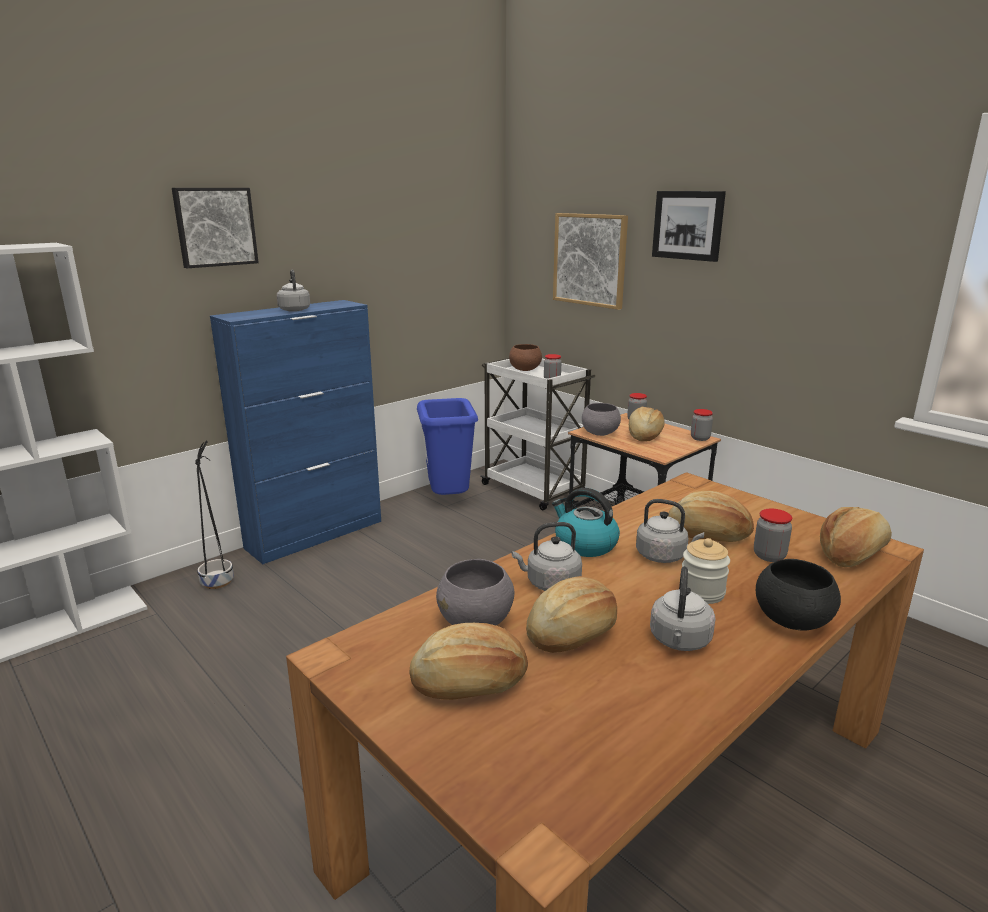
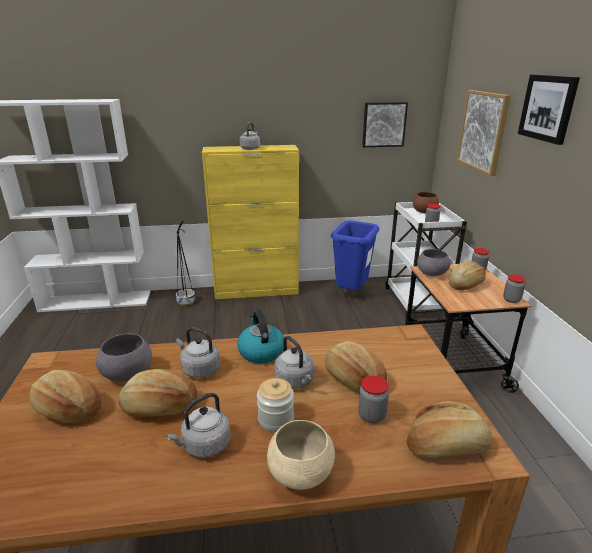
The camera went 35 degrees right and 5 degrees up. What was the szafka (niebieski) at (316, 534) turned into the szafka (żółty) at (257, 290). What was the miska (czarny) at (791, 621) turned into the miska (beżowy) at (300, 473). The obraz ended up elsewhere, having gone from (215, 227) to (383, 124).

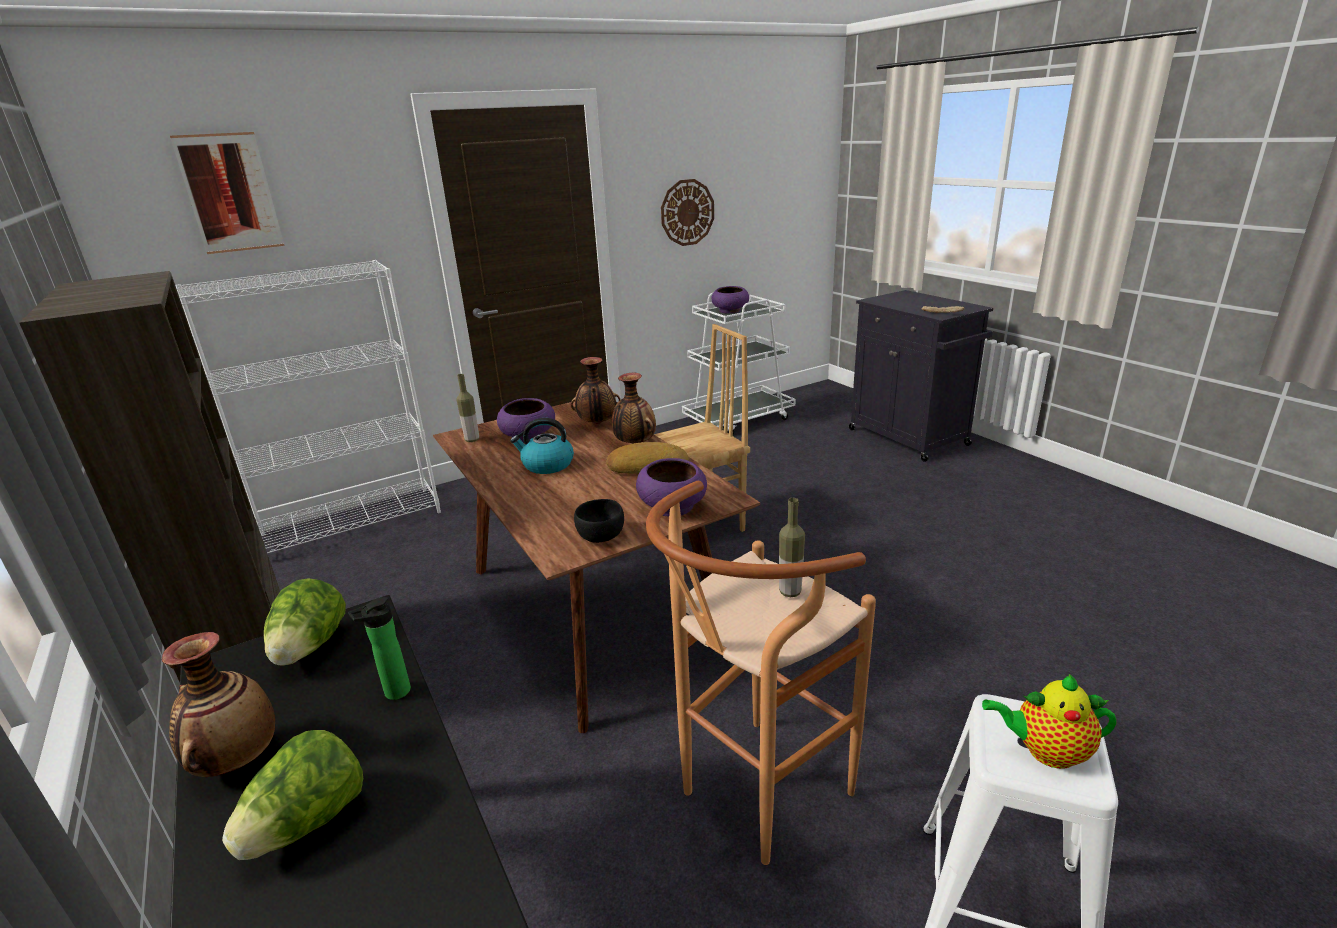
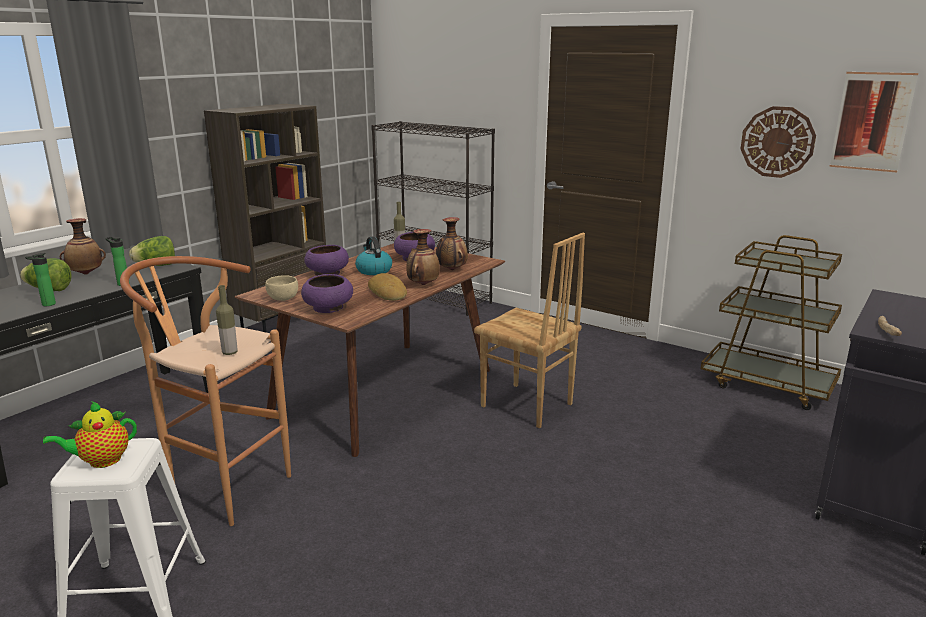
The camera went 65 degrees right and 5 degrees down. The second view gained the butelka at (46, 305). The imbryk at (1045, 751) ended up facing another way, 105 degrees counterclockwise from before. What was the miska (czarny) at (601, 536) turned into the miska (beżowy) at (283, 298). The miska (fioletowy) ended up elsewhere, having gone from (730, 311) to (327, 273). What was the regał (biały) at (353, 522) turned into the regał (czarny) at (435, 298). What was the wózek (biały) at (739, 419) turned into the wózek (brązowy) at (767, 385). The obraz ended up elsewhere, having gone from (230, 193) to (872, 121).

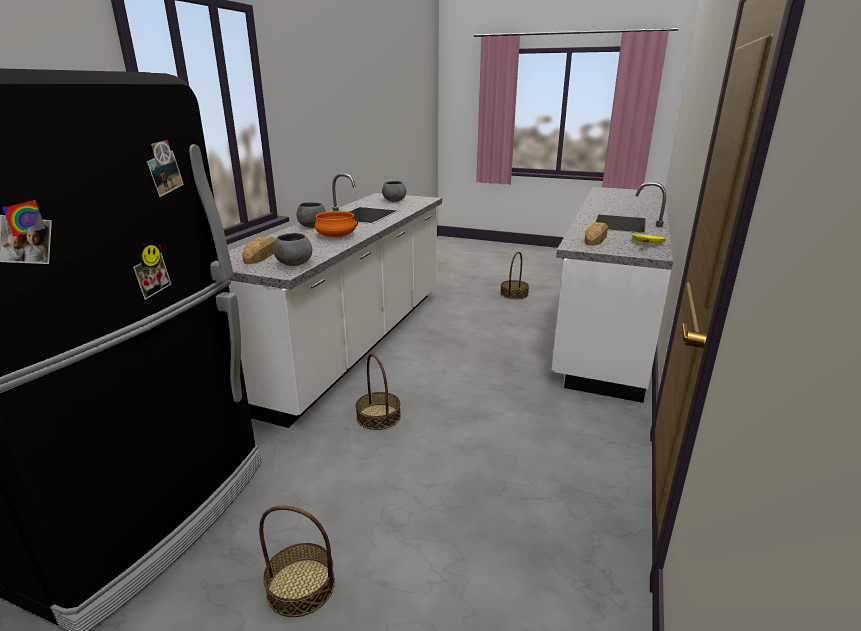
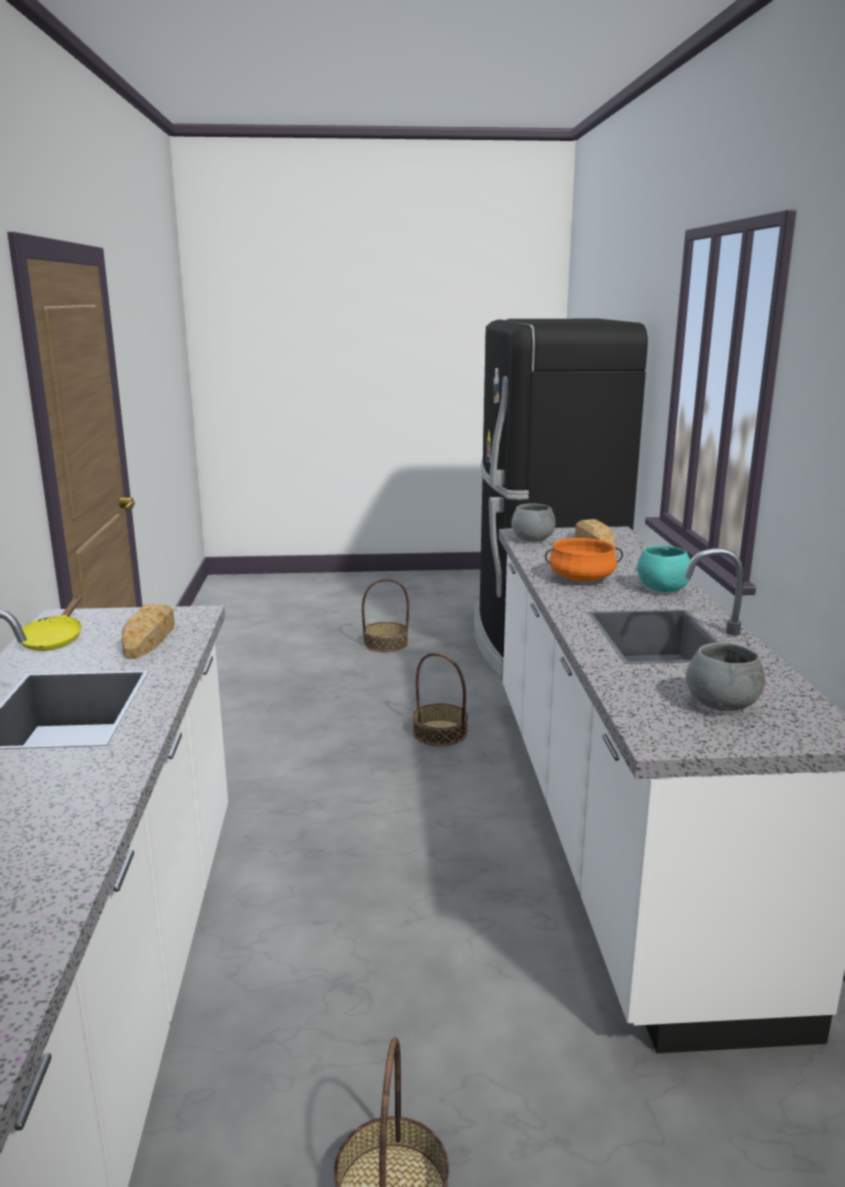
The camera went 155 degrees right and 5 degrees down. What was the miska (szary) at (312, 226) turned into the miska (turkusowy) at (662, 589).

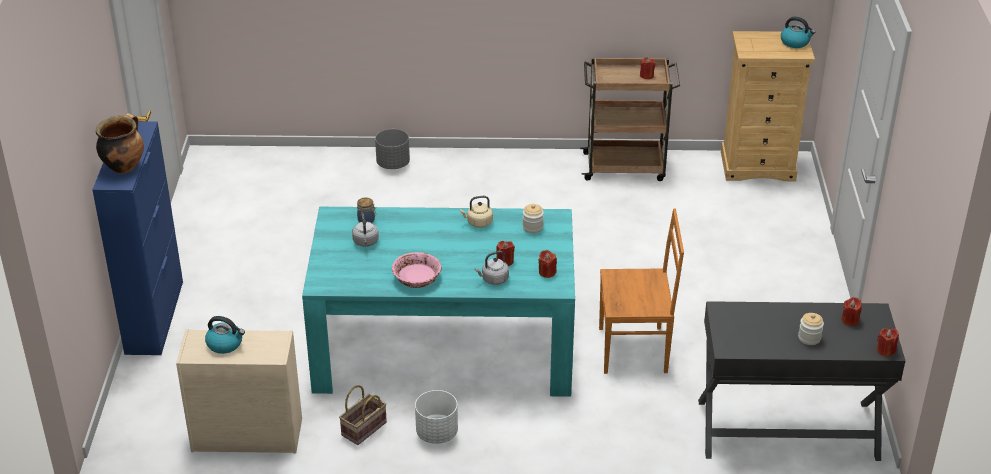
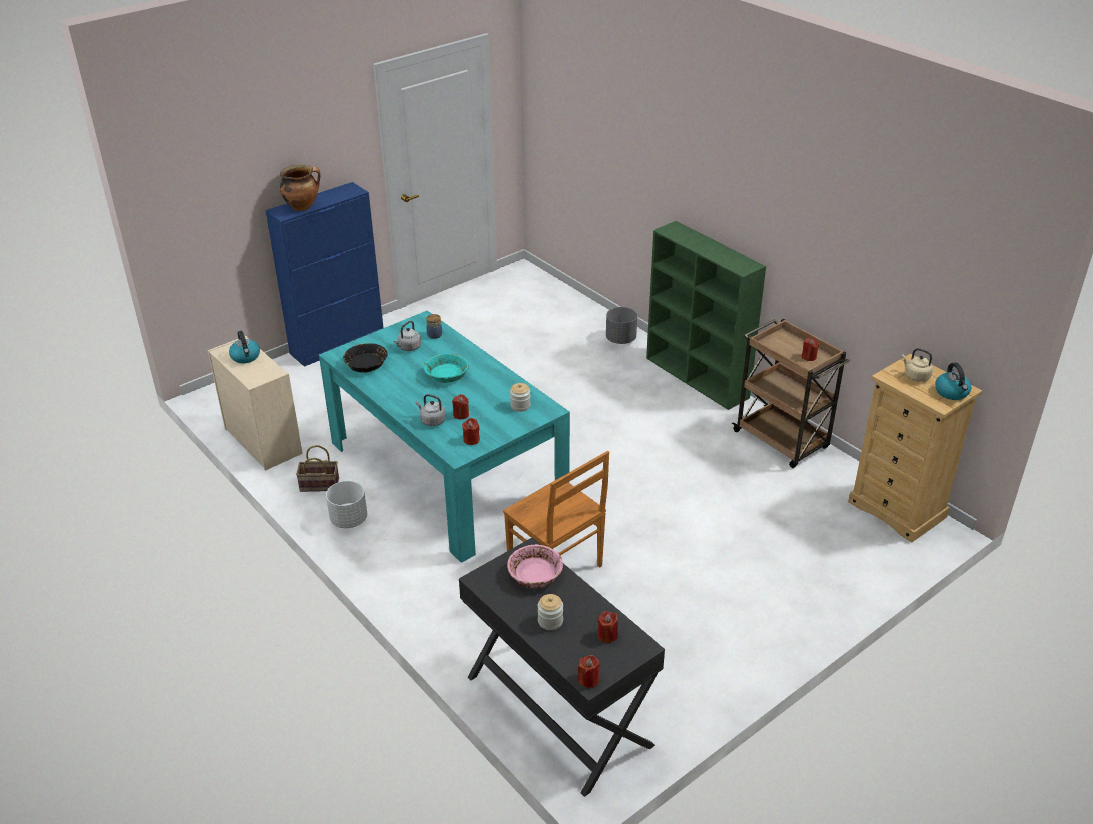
The camera went 50 degrees right and 0 degrees up. The second view gained the miska (czarny) at (366, 365). The second view gained the miska (turkusowy) at (447, 375). The miska (różowy) ended up elsewhere, having gone from (417, 278) to (535, 575). The second view gained the regał (zielony) at (697, 378). The czajnik (beżowy) ended up elsewhere, having gone from (478, 223) to (915, 376).

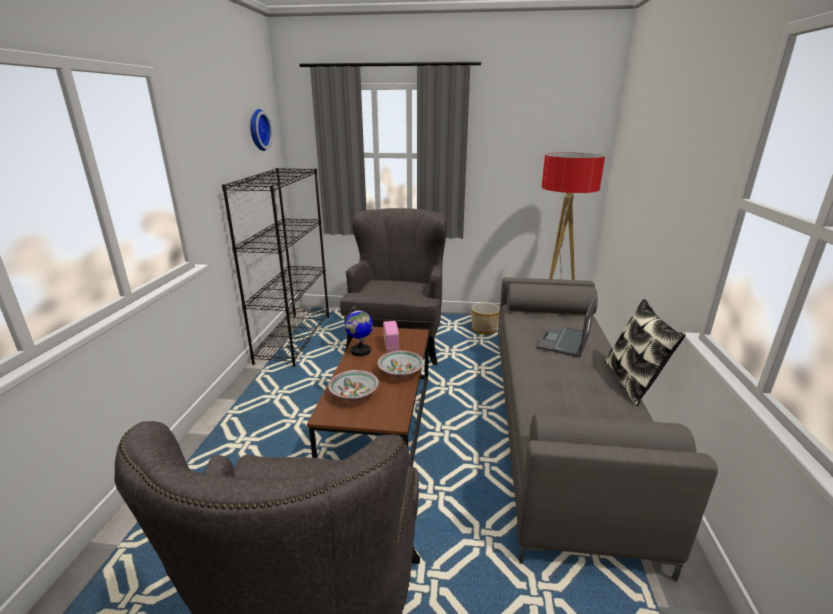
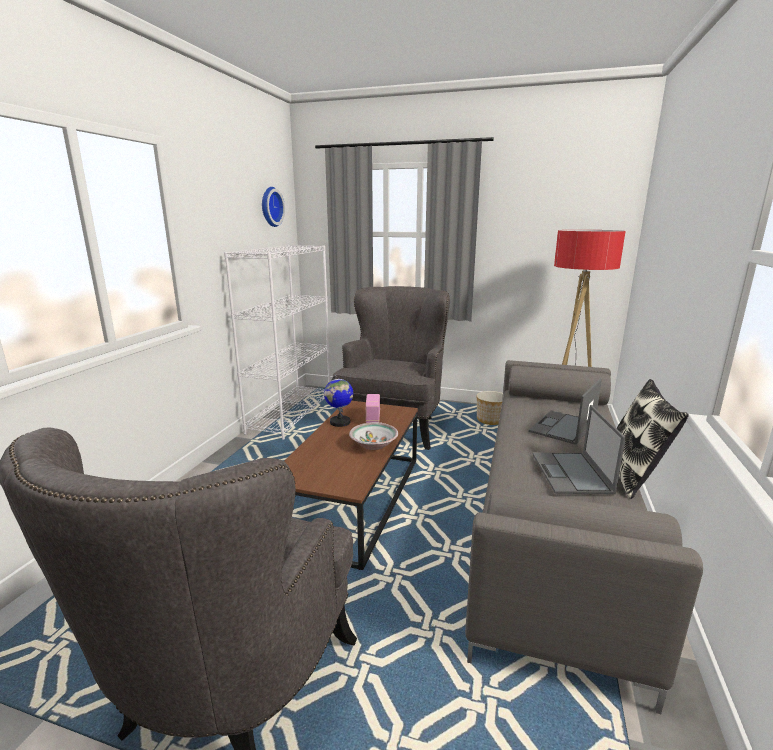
The camera went 10 degrees right and 5 degrees down. What was the regał (czarny) at (294, 338) turned into the regał (biały) at (291, 414). The second view gained the laptop at (571, 473). The second view lost the miska at (354, 395).

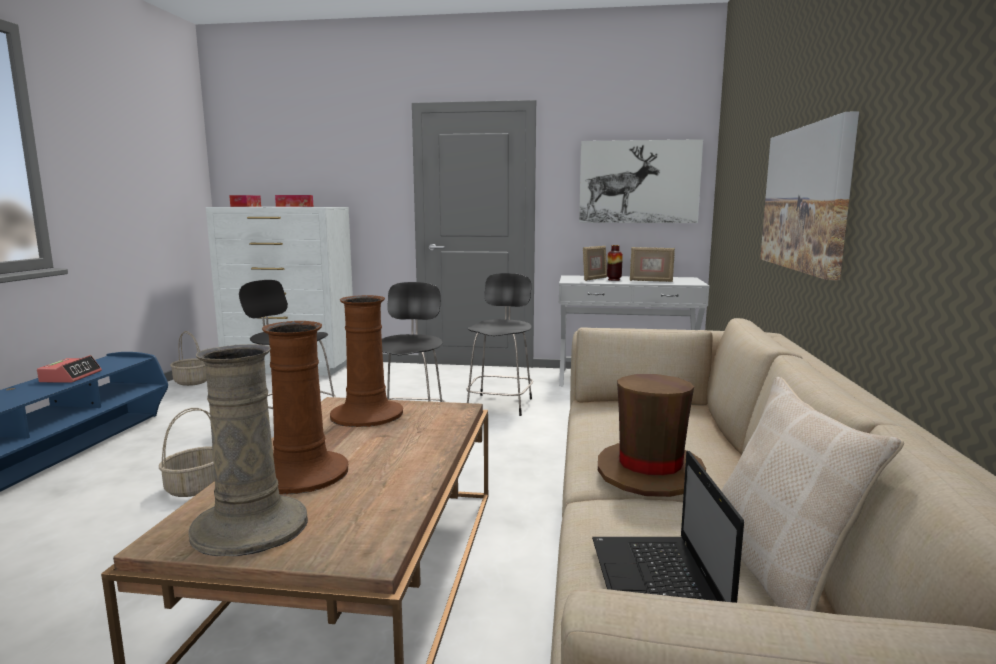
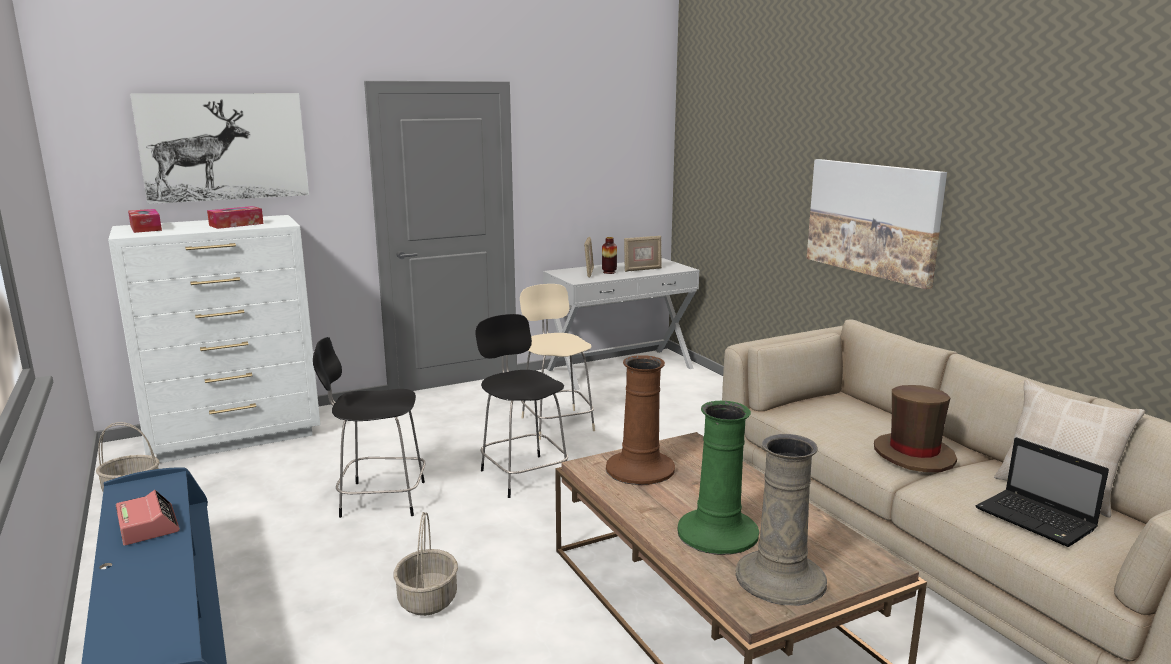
The camera went 35 degrees left and 5 degrees up. The obraz ended up elsewhere, having gone from (639, 182) to (224, 147). What was the stołek (czarny) at (500, 404) turned into the stołek (beżowy) at (556, 423). What was the wazon (brązowy) at (301, 474) turned into the wazon (zielony) at (716, 532).

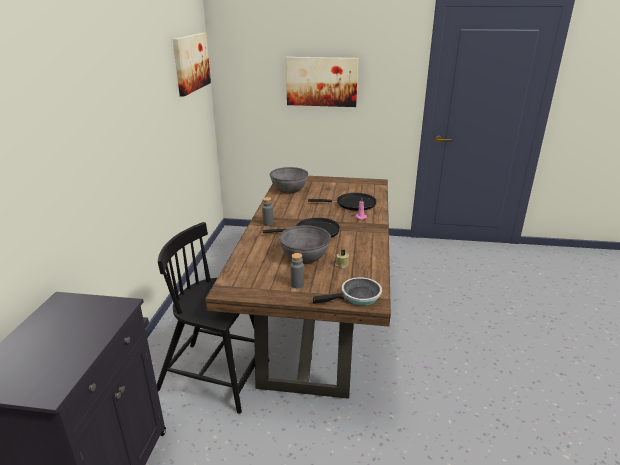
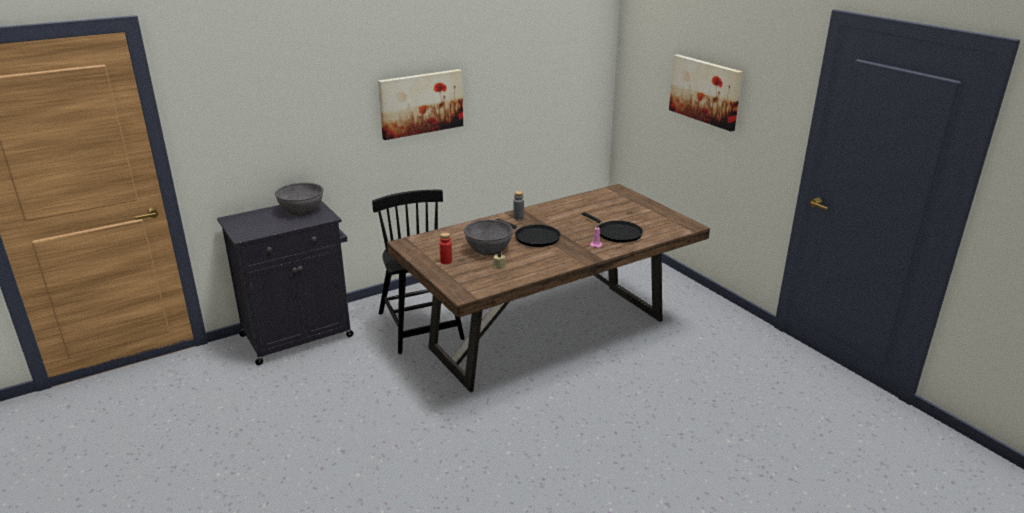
The camera went 50 degrees right and 0 degrees up. The miska (szary) ended up elsewhere, having gone from (289, 189) to (301, 210). The obraz ended up elsewhere, having gone from (191, 63) to (421, 103). What was the butelka (szary) at (297, 284) turned into the butelka (czerwony) at (446, 261). The second view lost the patelnia at (357, 297).

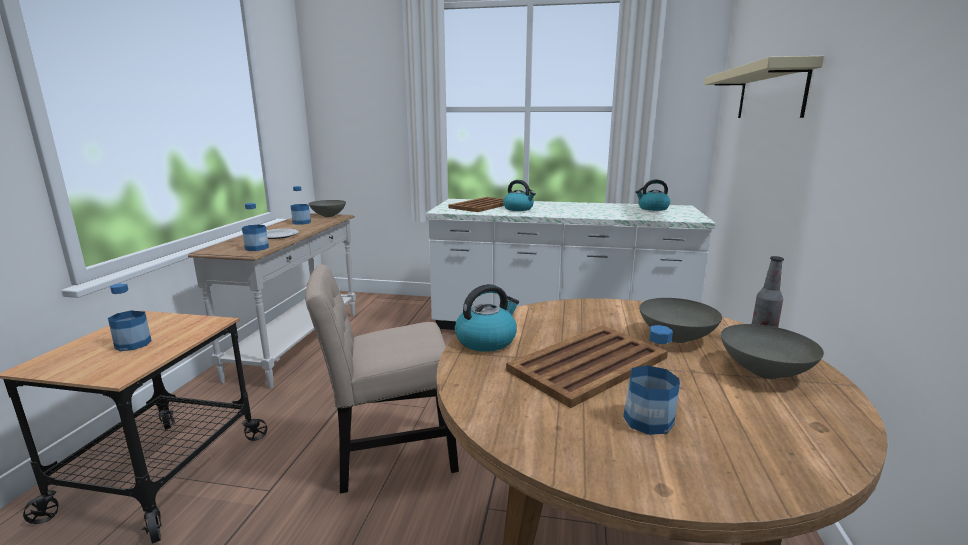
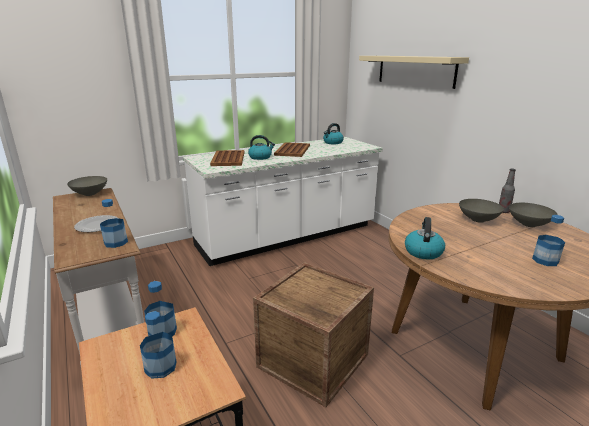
The camera went 40 degrees left and 5 degrees up. The butelka ended up elsewhere, having gone from (301, 222) to (162, 331). Where the krzesło (beżowy) stood at (389, 456), the skrzynka came to stand at (313, 360). The taca (brązowy) ended up elsewhere, having gone from (590, 364) to (293, 150).

